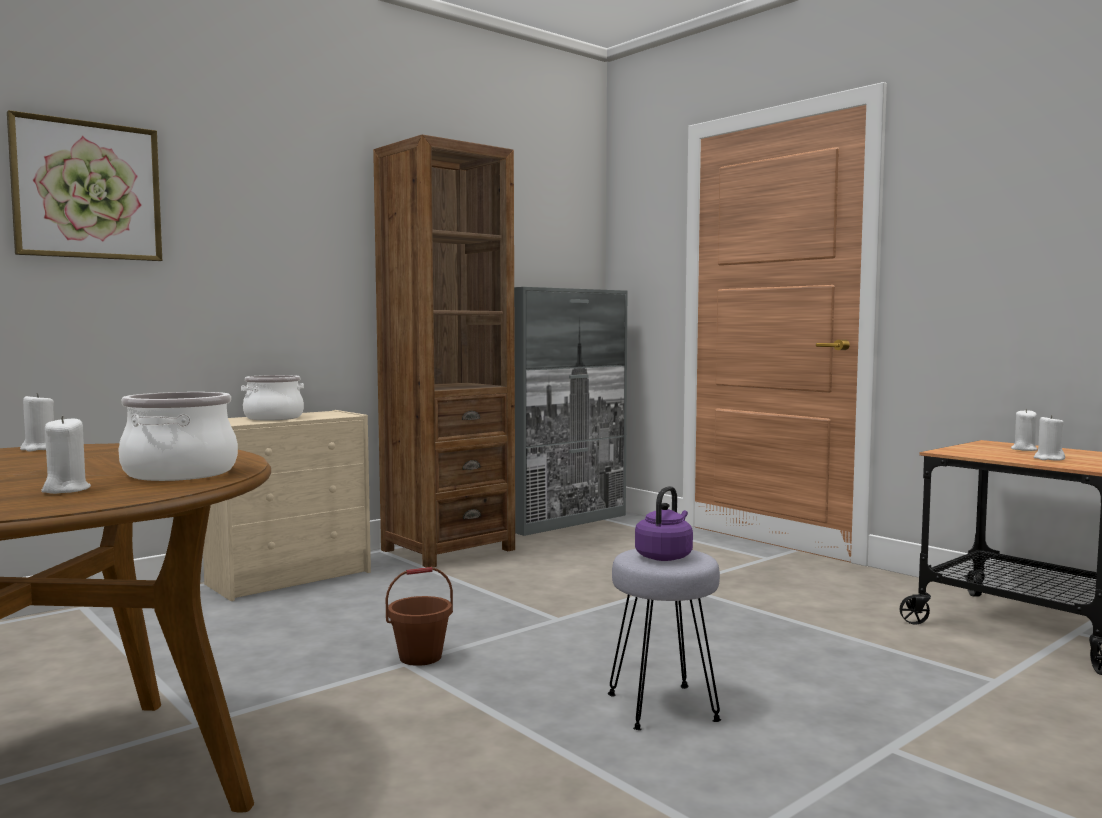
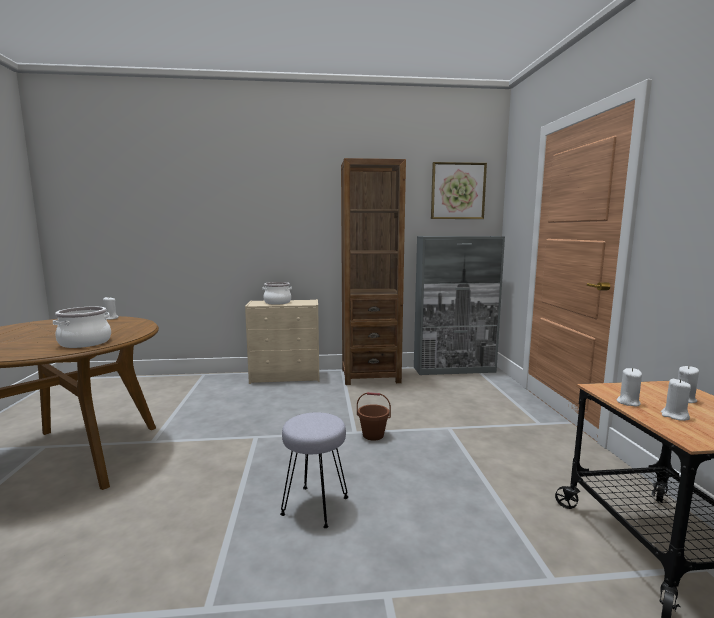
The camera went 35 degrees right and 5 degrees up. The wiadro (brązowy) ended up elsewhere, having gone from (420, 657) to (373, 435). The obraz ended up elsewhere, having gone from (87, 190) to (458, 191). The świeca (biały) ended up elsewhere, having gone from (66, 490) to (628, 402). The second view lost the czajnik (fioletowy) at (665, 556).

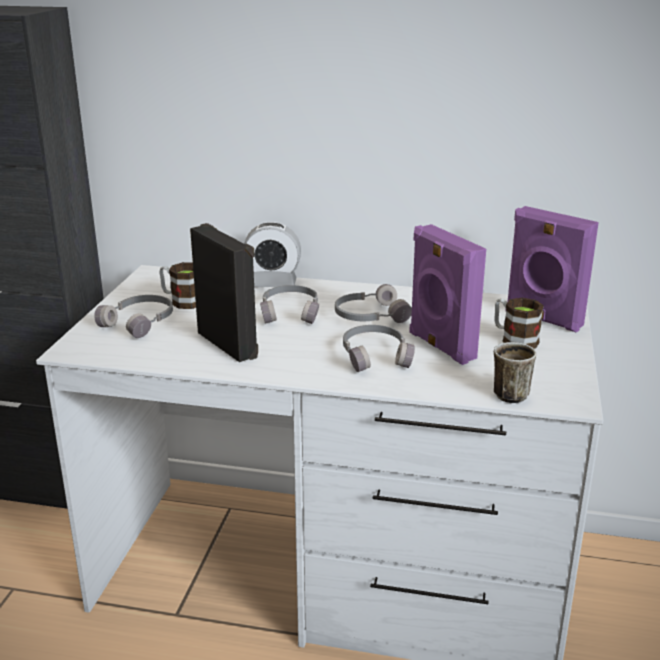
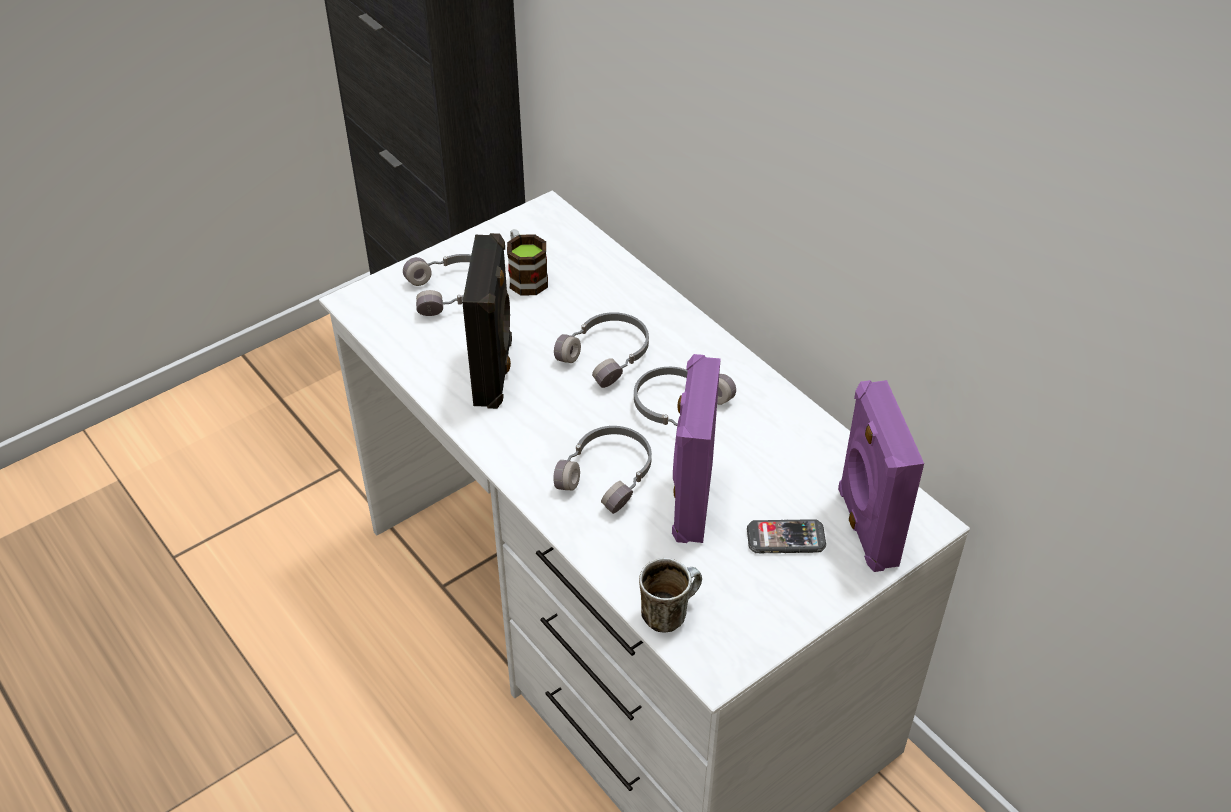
The camera went 40 degrees right and 20 degrees up. Where the kubek stood at (514, 339), the telefon came to stand at (786, 538). The second view lost the budzik at (272, 283).

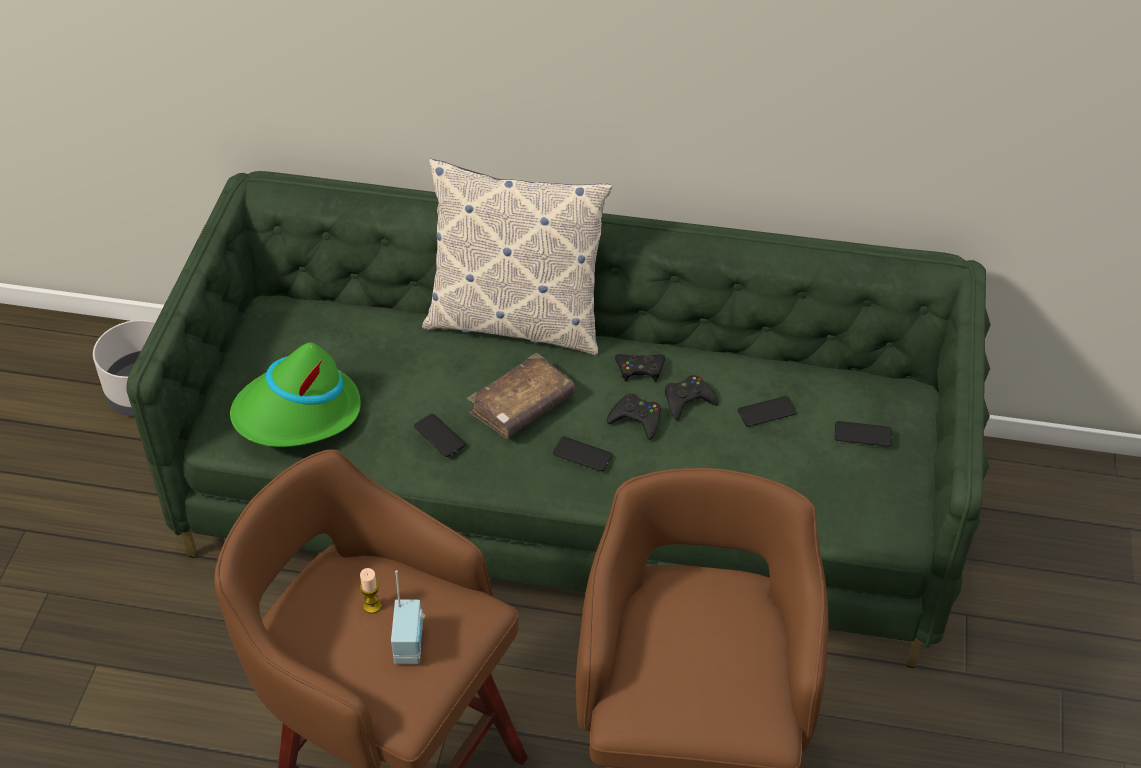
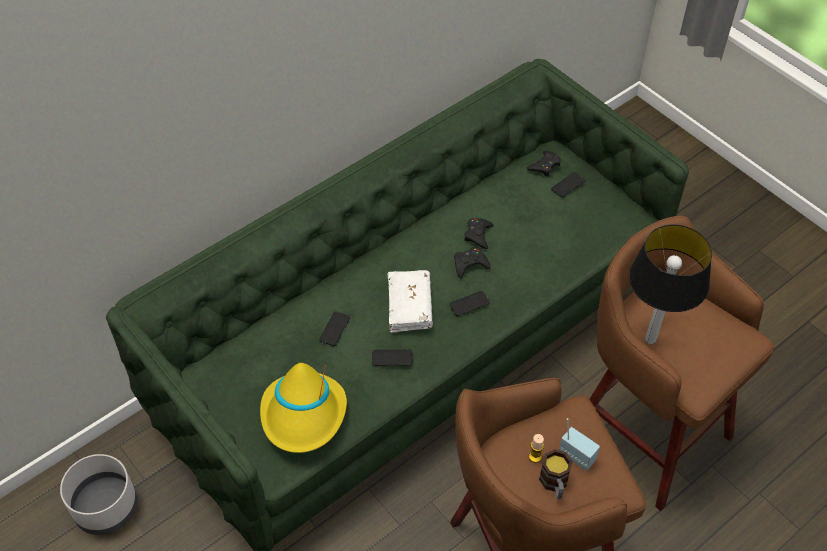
The camera went 50 degrees left and 5 degrees up. What was the kapelusz (zielony) at (297, 413) turned into the kapelusz (żółty) at (304, 415). The telefon ended up elsewhere, having gone from (766, 412) to (334, 329). What was the książka (brązowy) at (522, 406) turned into the książka (biały) at (409, 306). The pad do gier (czarny) ended up elsewhere, having gone from (640, 369) to (544, 166). The second view gained the kubek at (554, 484). The second view gained the lampa stołowa at (651, 340). The second view lost the poduszka at (516, 321).

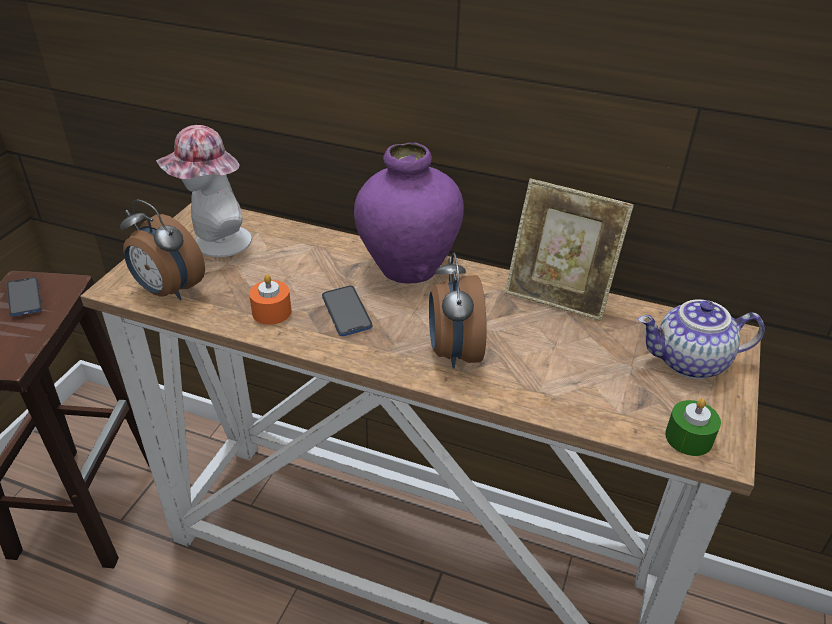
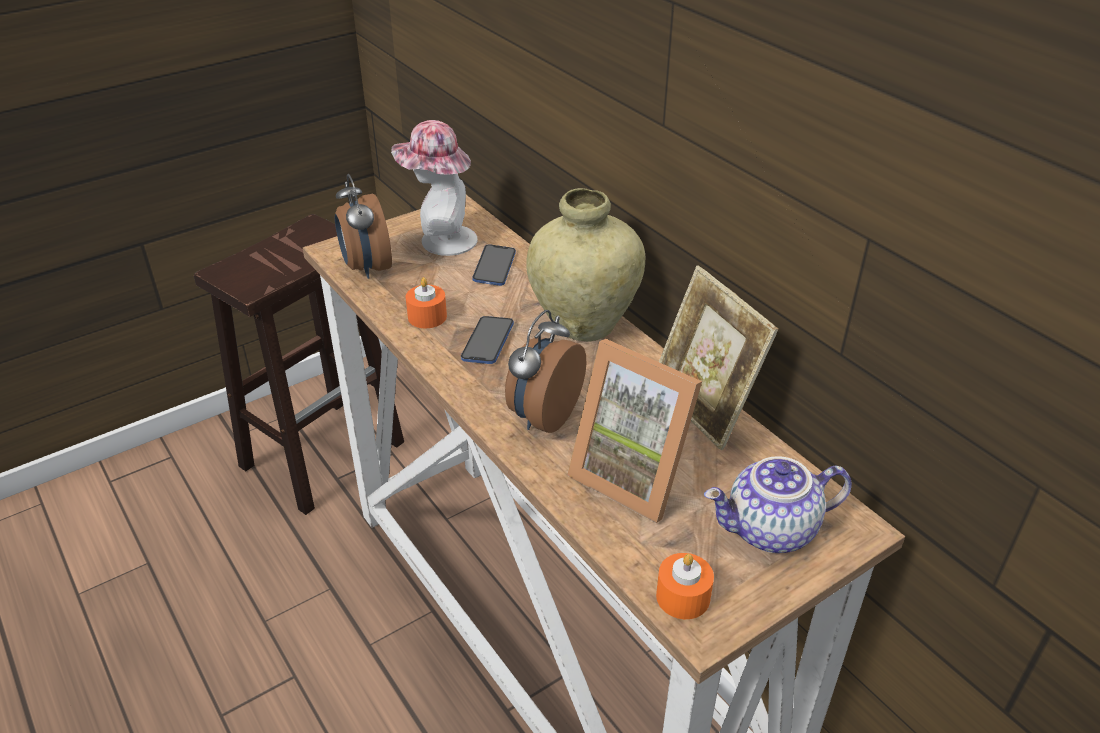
The camera went 35 degrees right and 0 degrees up. The telefon ended up elsewhere, having gone from (24, 298) to (494, 266). What was the wazon (fioletowy) at (408, 268) turned into the wazon (beżowy) at (584, 324). The second view gained the ramka na zdjęcie at (634, 475). What was the świeca (zielony) at (688, 438) turned into the świeca (pomarańczowy) at (683, 597). The imbryk at (689, 363) ended up facing another way, 45 degrees counterclockwise from before.

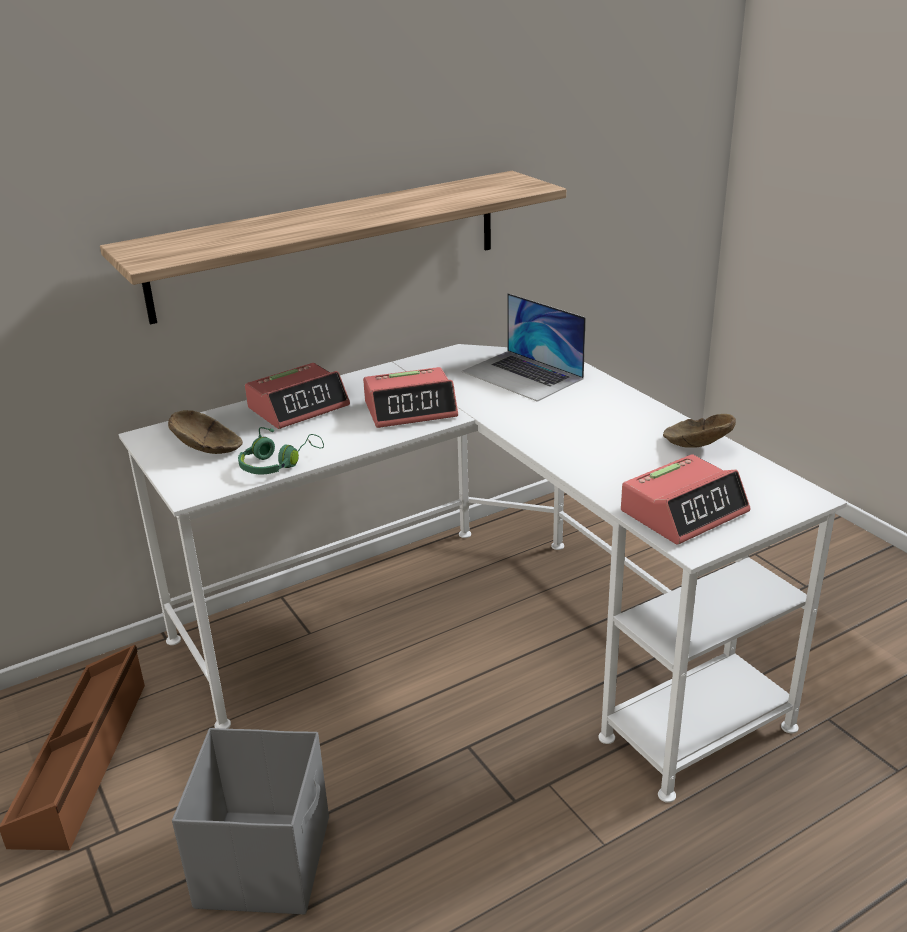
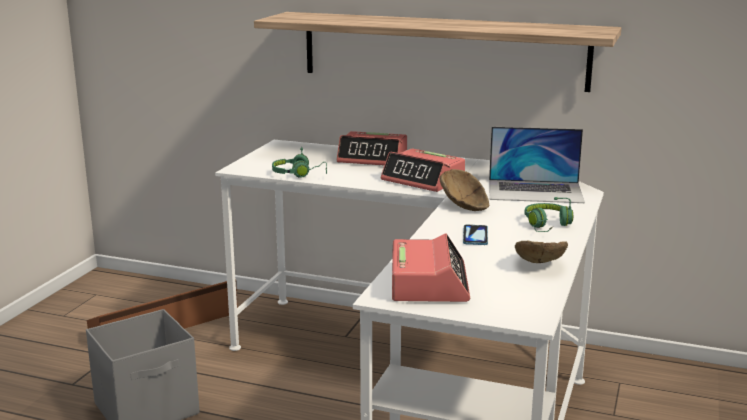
The camera went 50 degrees right and 10 degrees down. The budzik at (684, 512) ended up facing another way, 105 degrees counterclockwise from before. The miska (brązowy) ended up elsewhere, having gone from (209, 450) to (464, 205). The second view gained the telefon at (475, 236). The laptop at (522, 375) ended up facing another way, 90 degrees counterclockwise from before. The second view gained the słuchawki (zielony) at (547, 225).

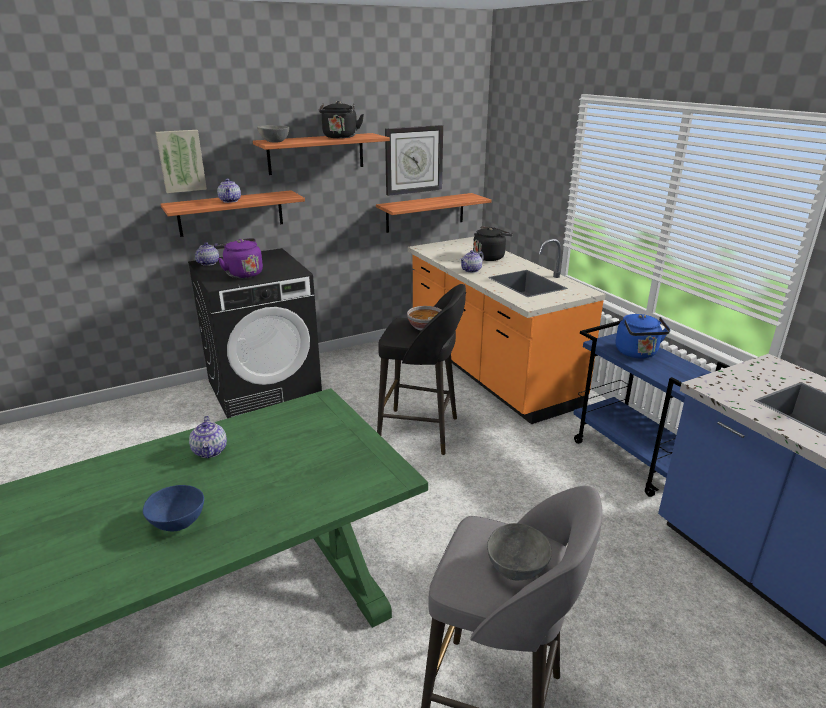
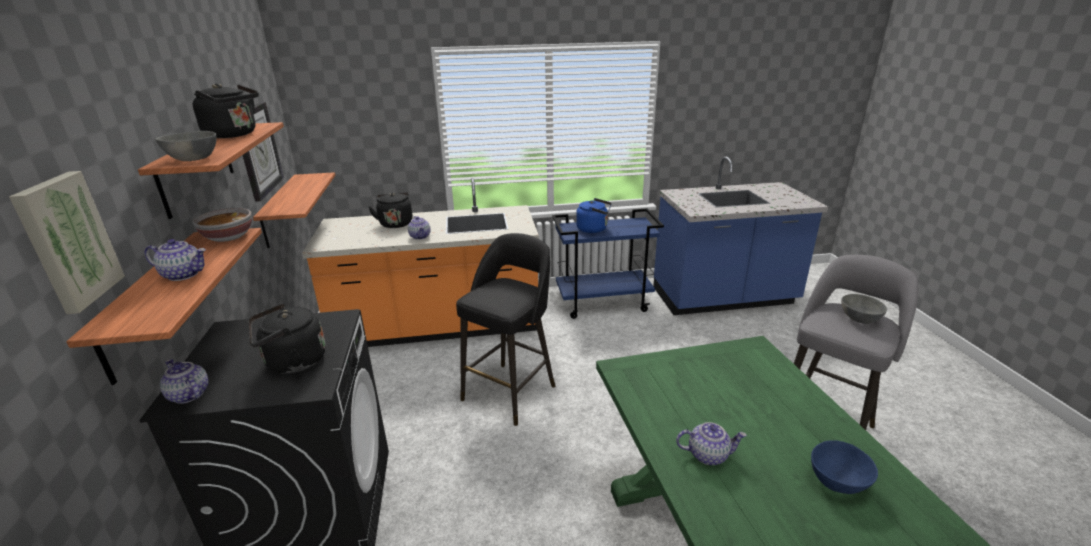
The camera went 70 degrees left and 0 degrees up. The miska ended up elsewhere, having gone from (425, 327) to (227, 237). What was the czajnik (fioletowy) at (242, 274) turned into the czajnik (czarny) at (292, 362).

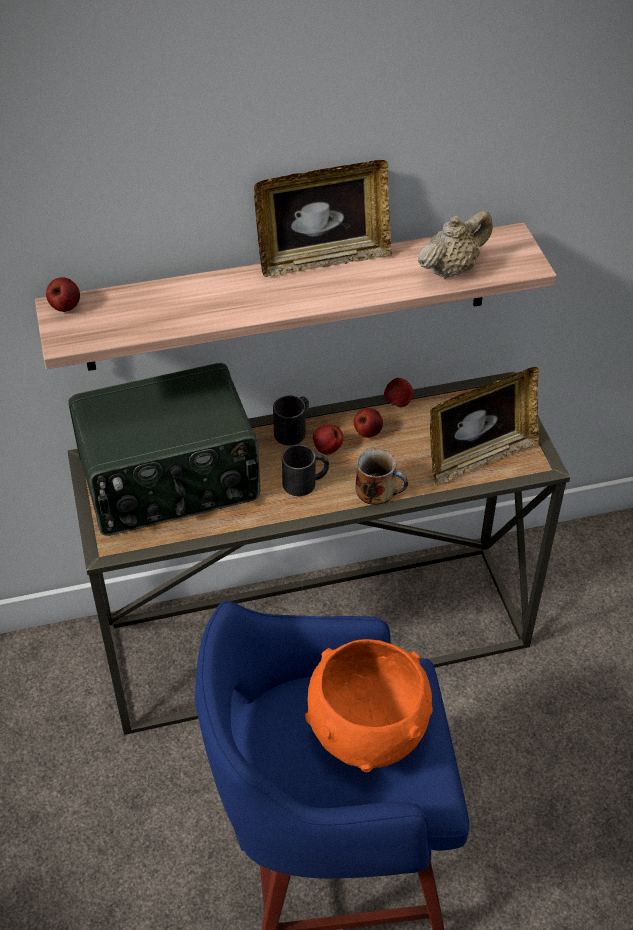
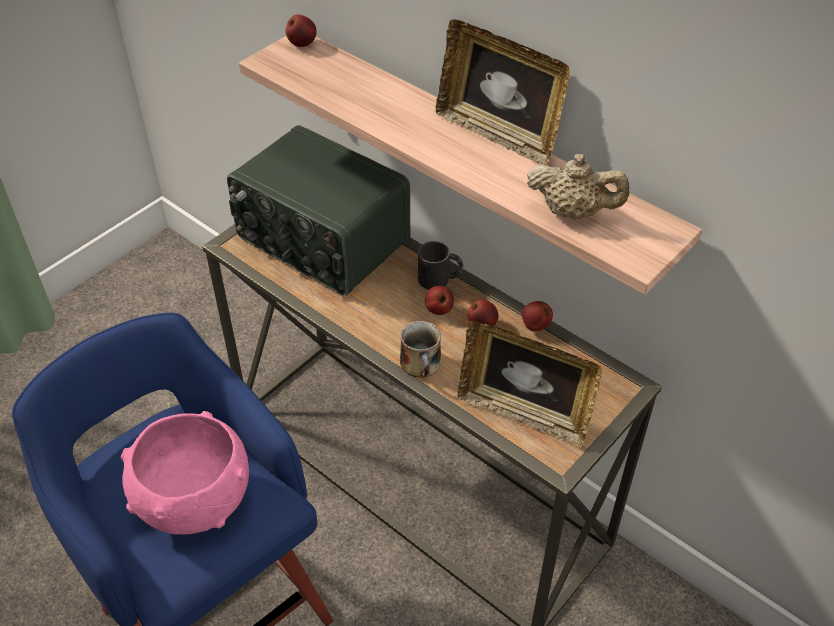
The camera went 55 degrees right and 0 degrees up. What was the miska (pomarańczowy) at (367, 730) turned into the miska (różowy) at (196, 501). The second view lost the kubek (czarny) at (306, 482).

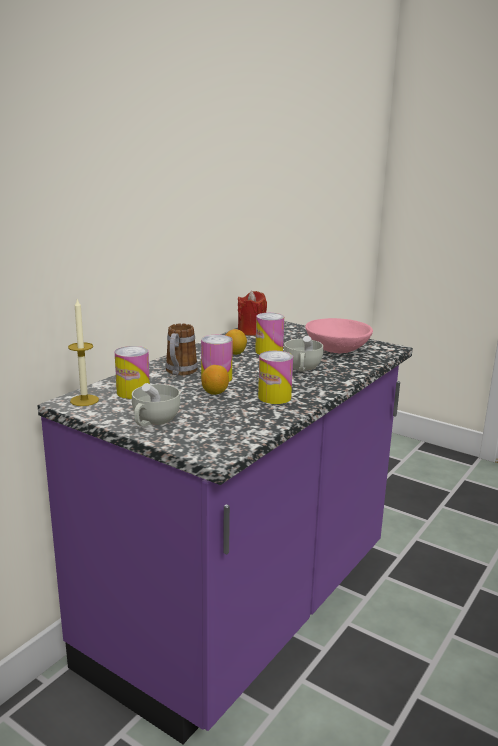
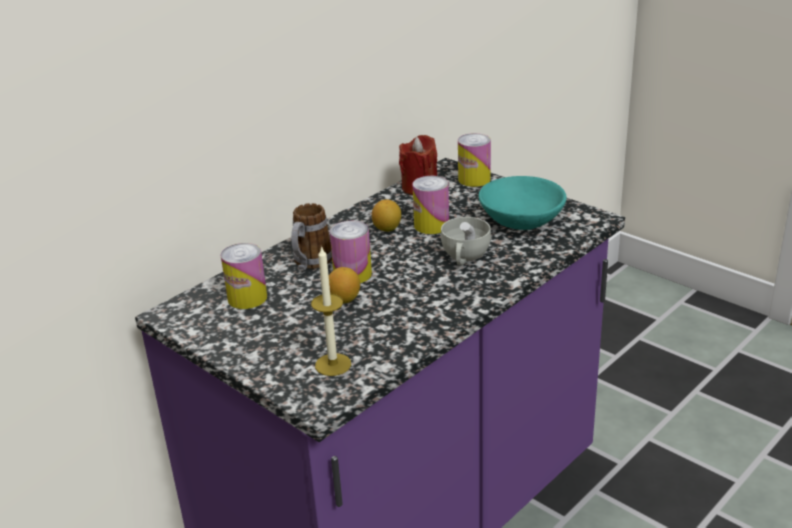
The camera went 10 degrees right and 10 degrees up. The świeca ended up elsewhere, having gone from (84, 400) to (333, 364). The puszka ended up elsewhere, having gone from (274, 397) to (474, 179). What was the miska (różowy) at (337, 349) turned into the miska (turkusowy) at (521, 222). The second view lost the filiżanka (biały) at (153, 422).

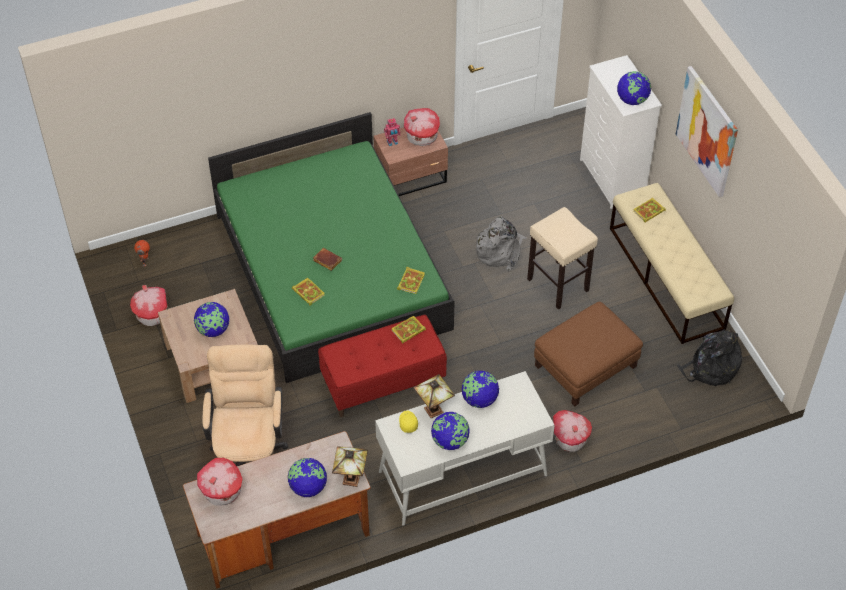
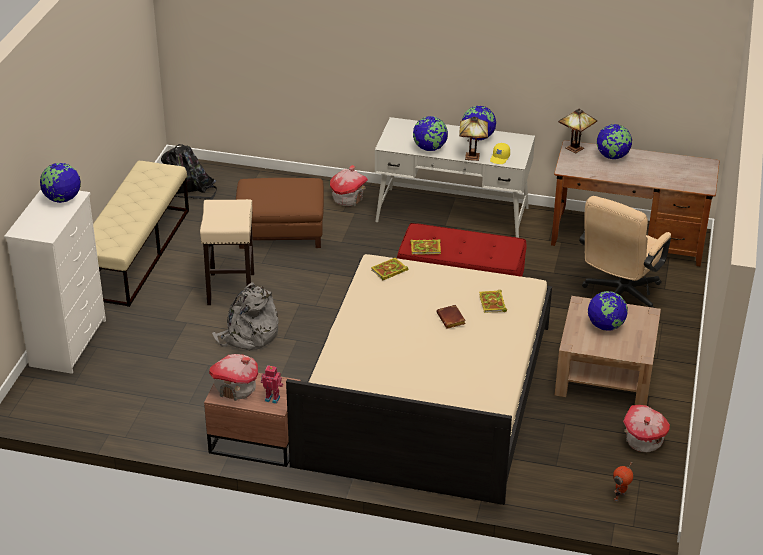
The camera went 145 degrees left and 15 degrees down. What was the łóżko (zielony) at (331, 271) turned into the łóżko (beżowy) at (426, 394). The second view lost the domek at (222, 491). The second view lost the książka at (648, 212). The second view lost the obraz at (707, 131).

